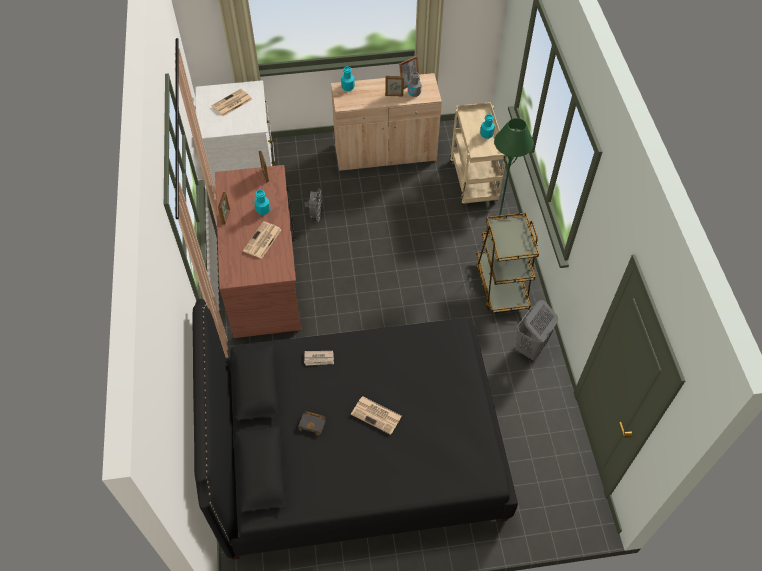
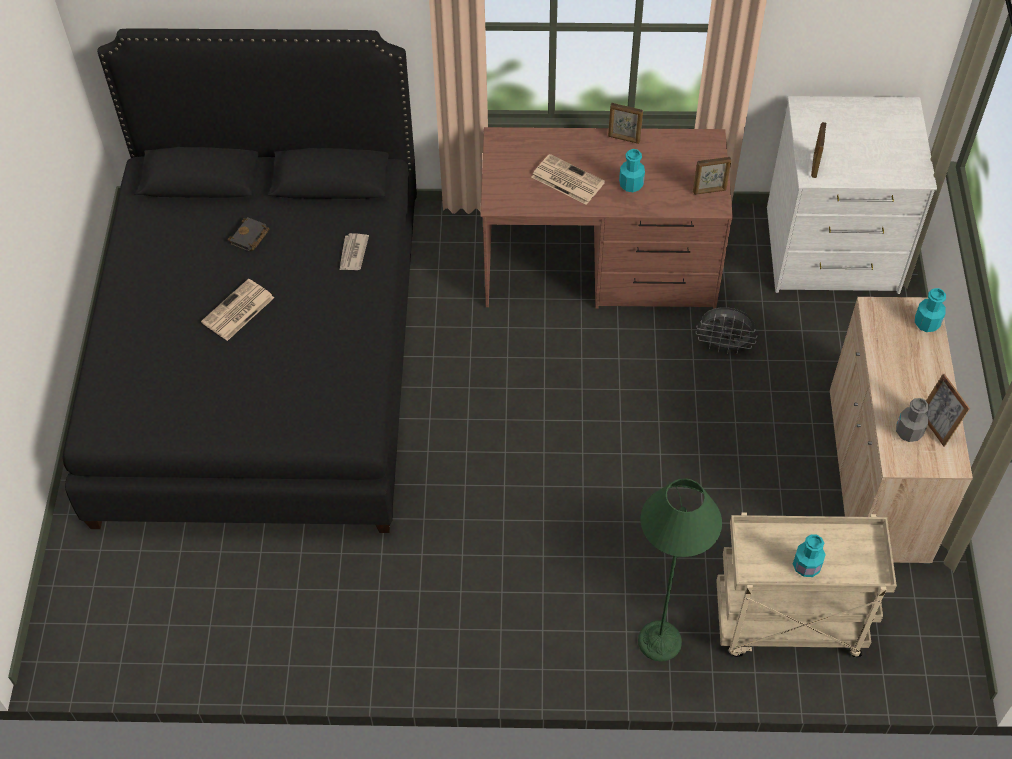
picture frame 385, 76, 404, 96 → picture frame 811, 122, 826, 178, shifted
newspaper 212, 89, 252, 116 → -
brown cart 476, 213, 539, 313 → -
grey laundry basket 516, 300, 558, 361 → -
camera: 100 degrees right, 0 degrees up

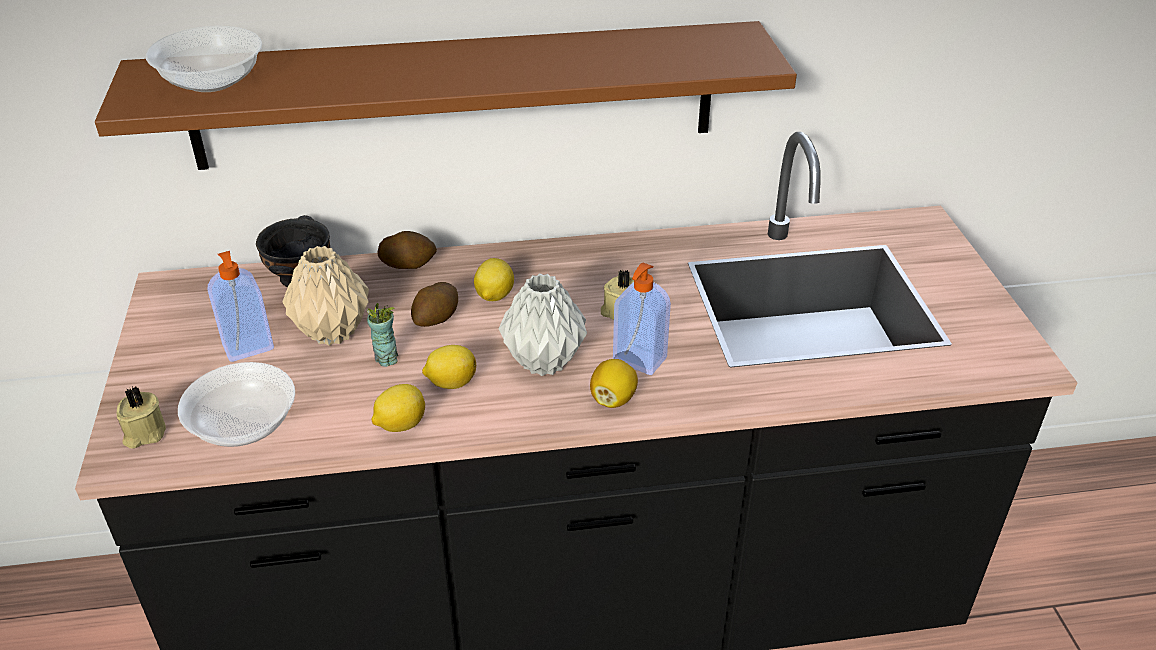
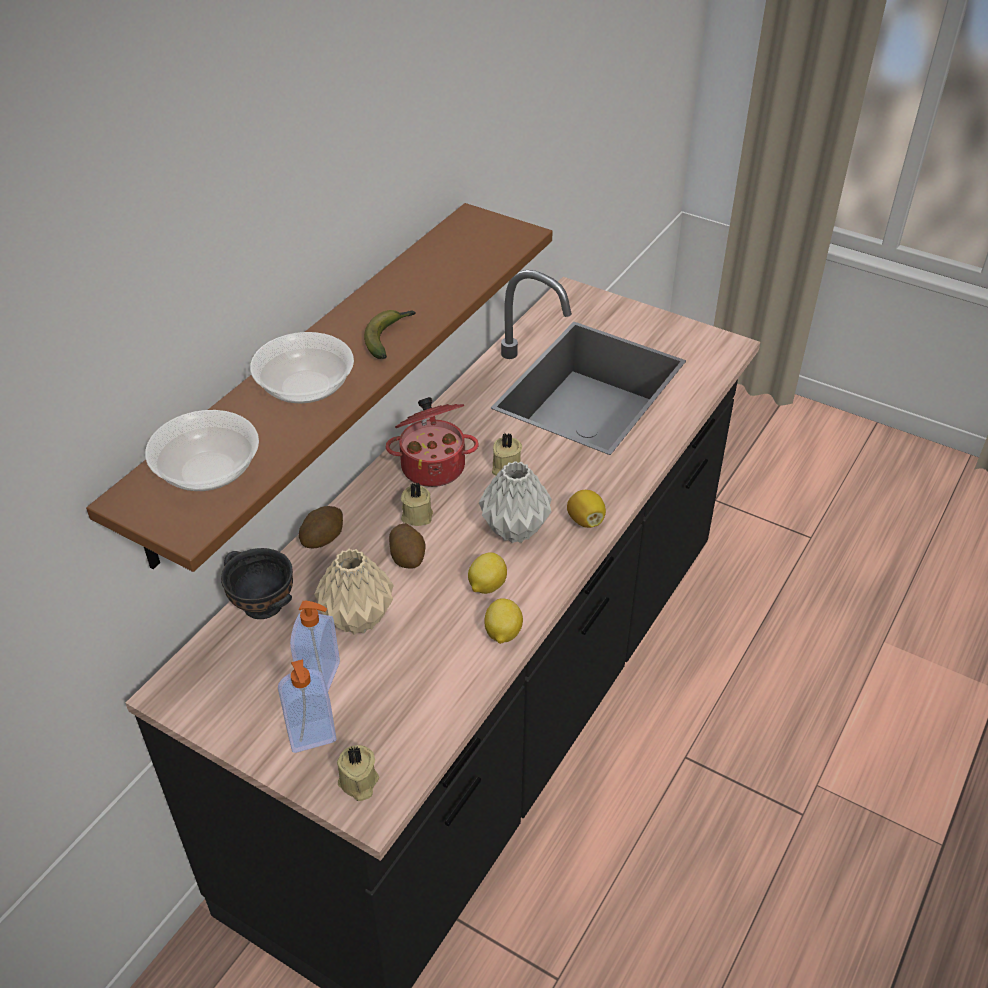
lemon 474, 258, 514, 301 → beige candle 401, 482, 433, 526
soap dispenser 613, 262, 671, 375 → soap dispenser 278, 659, 337, 753, shifted
cup 367, 303, 398, 367 → -
bowl 178, 362, 295, 447 → bowl 250, 332, 354, 403, shifted
- → banana 364, 310, 416, 359
- → cooking pot 386, 397, 479, 487
camera: 50 degrees left, 5 degrees up

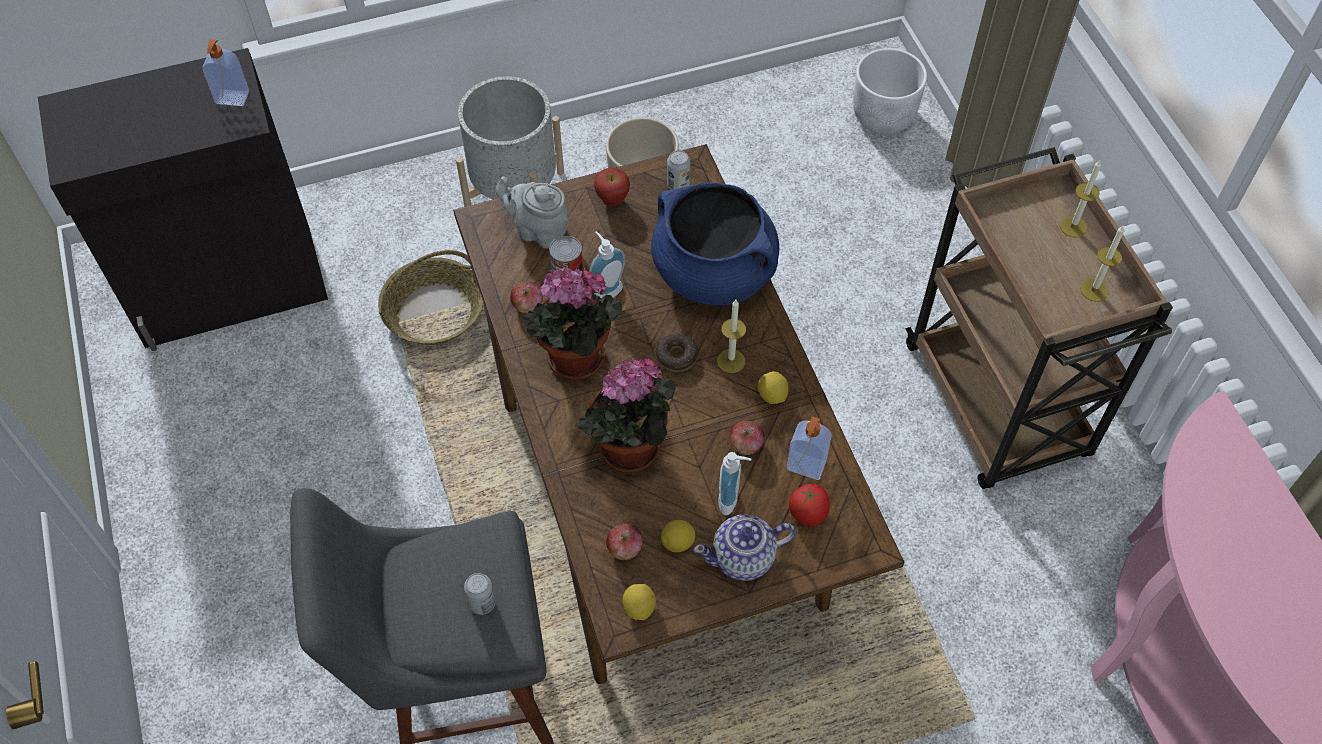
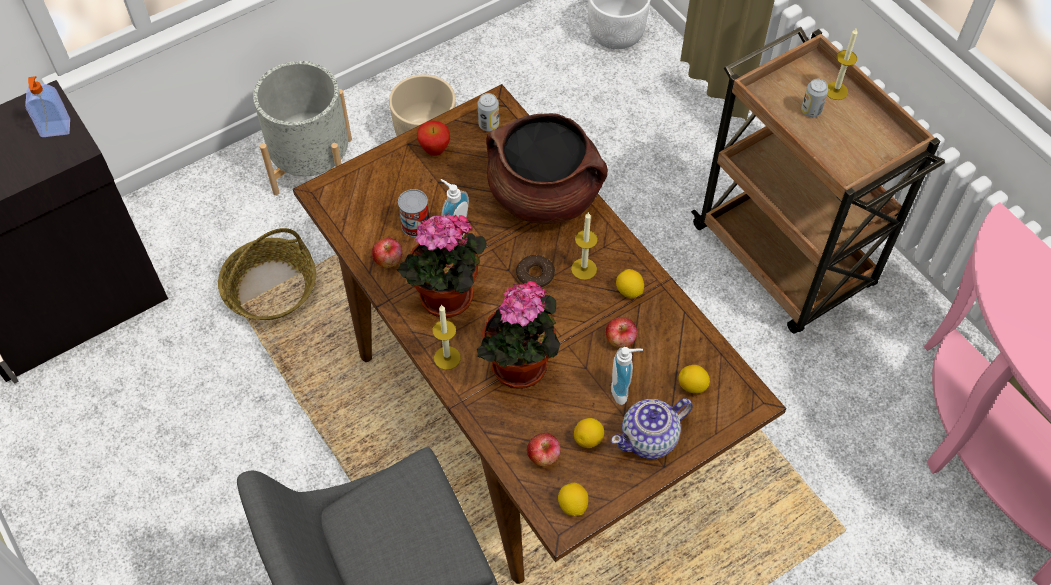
grey teapot 496, 176, 569, 248 → -
blue cooking pot 651, 183, 779, 305 → brown cooking pot 486, 113, 608, 224
candle 1081, 225, 1125, 302 → candle 432, 305, 461, 370, shifted
soap dispenser 787, 416, 832, 480 → -
tomato 789, 484, 830, 526 → lemon 679, 365, 710, 394
can 464, 573, 496, 615 → can 801, 79, 828, 117, shifted
camera: 15 degrees left, 0 degrees up

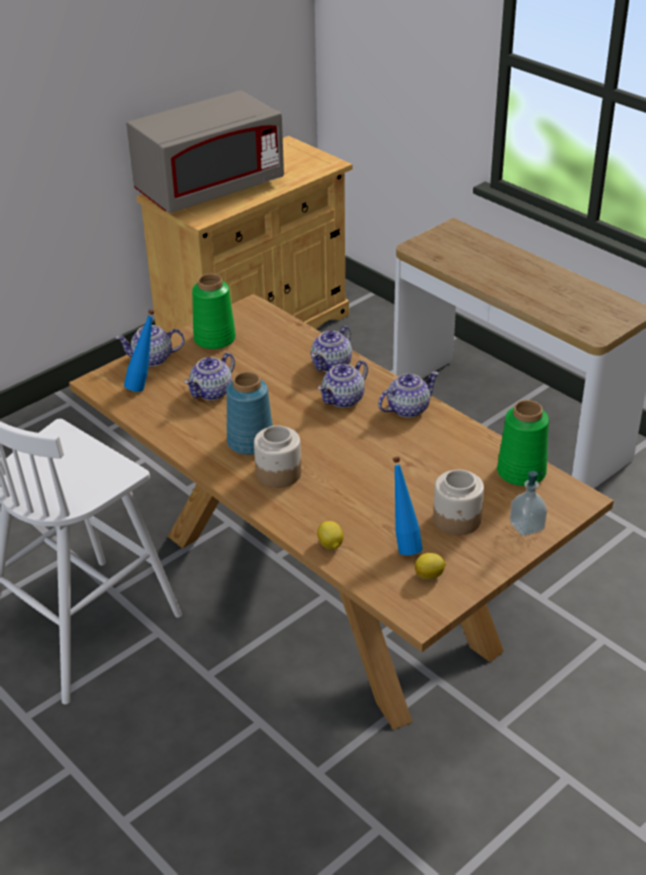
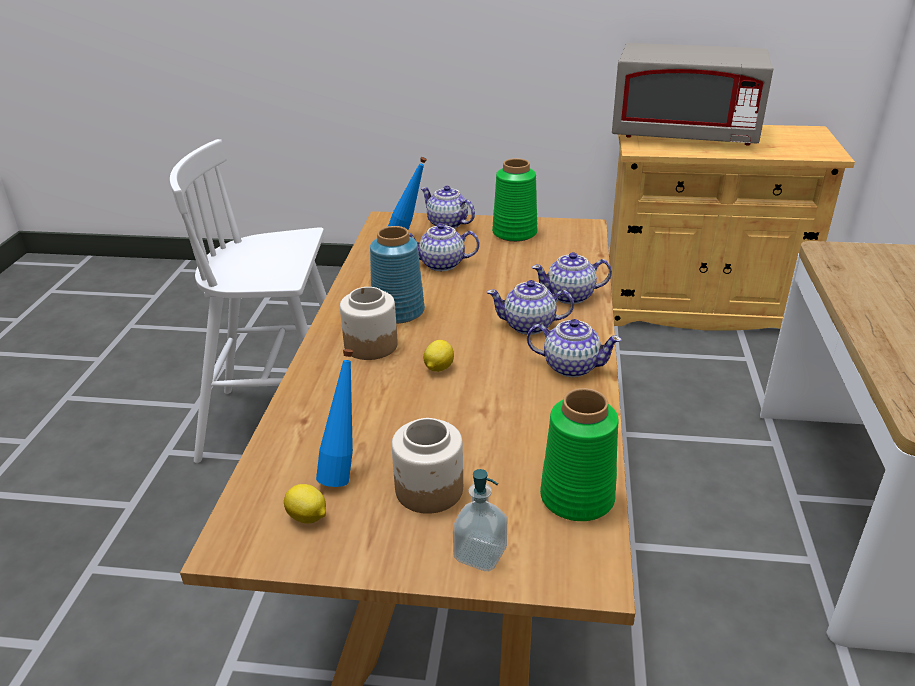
lemon 317, 521, 343, 549 → lemon 423, 340, 454, 372, shifted
camera: 50 degrees right, 5 degrees down

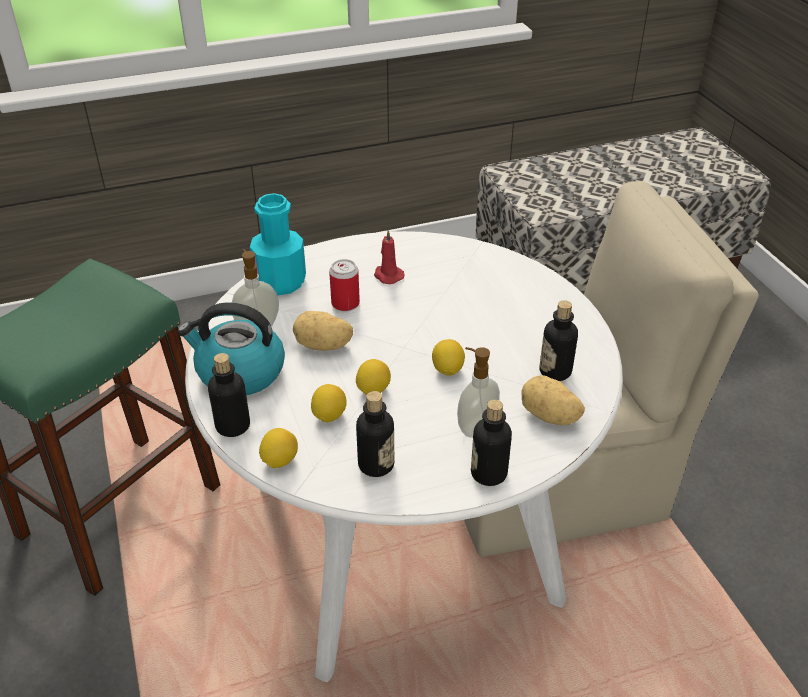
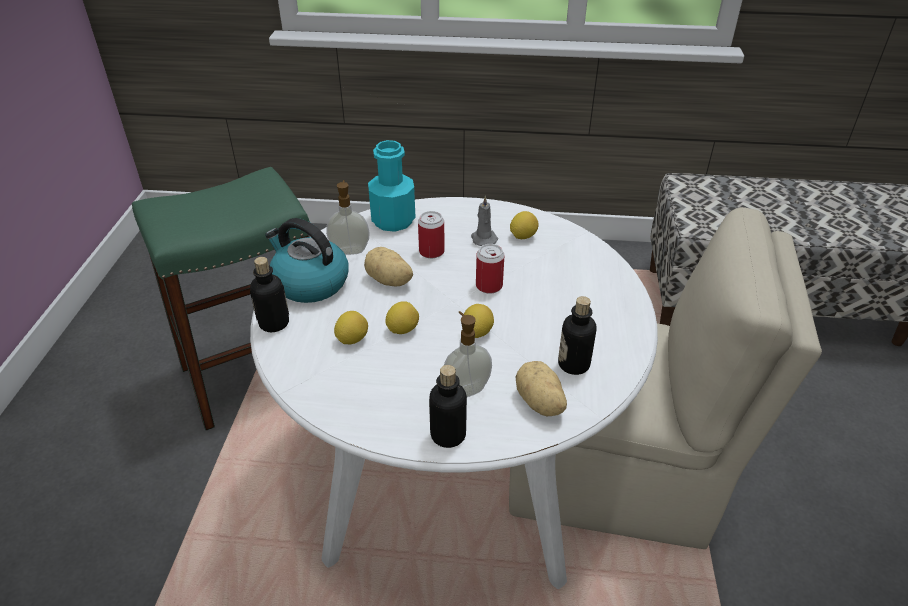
red candle 374, 230, 405, 284 → grey candle 471, 196, 498, 246
bottle 356, 391, 394, 477 → -
lemon 259, 428, 298, 468 → lemon 510, 211, 539, 239, shifted
- → can 476, 244, 504, 294
camera: 25 degrees right, 0 degrees up

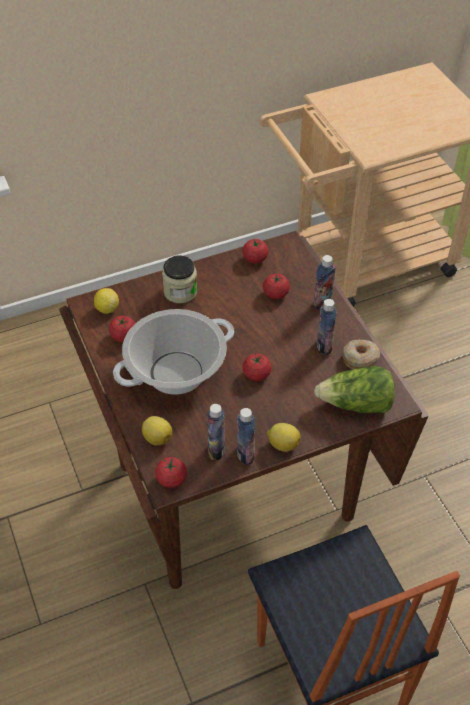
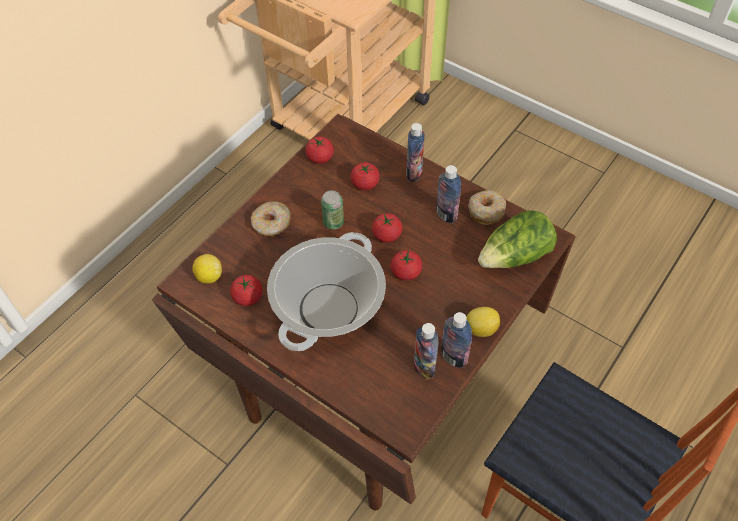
jar 162, 255, 198, 303 → donut 251, 201, 291, 236
lemon 142, 416, 173, 445 → -
tomato 155, 457, 187, 488 → tomato 372, 213, 402, 243, shifted
- → can 321, 190, 344, 230
camera: 30 degrees left, 5 degrees up

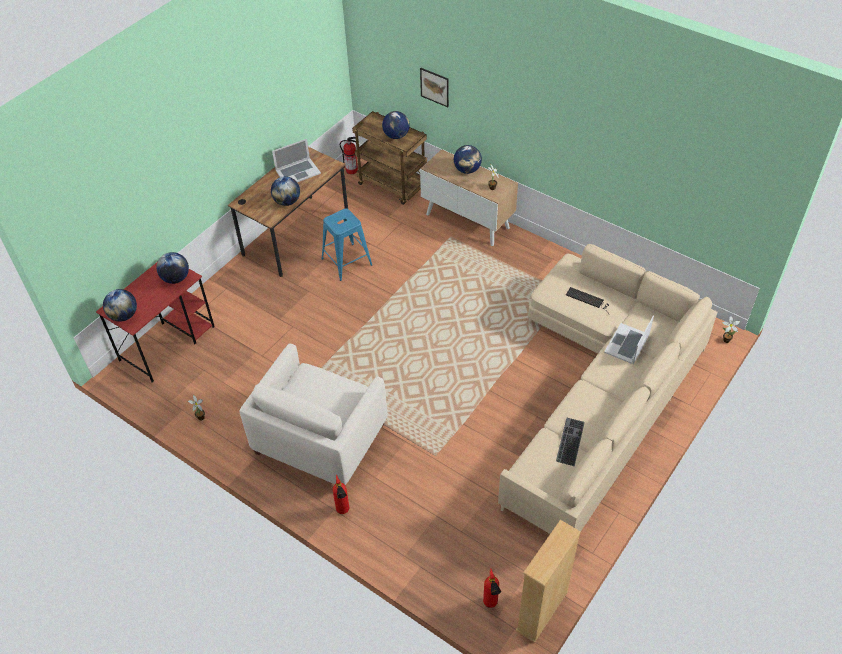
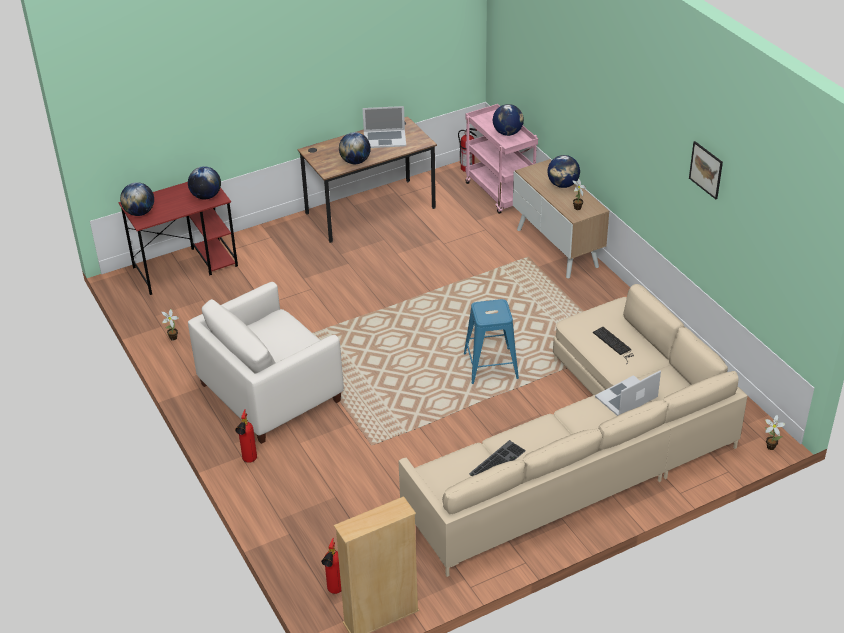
picture 420, 68, 449, 107 → picture 689, 141, 723, 199, shifted
brown cart 352, 111, 427, 205 → pink cart 465, 104, 538, 214
blue stool 322, 208, 373, 281 → blue stool 464, 299, 519, 384, shifted
camera: 25 degrees right, 10 degrees down

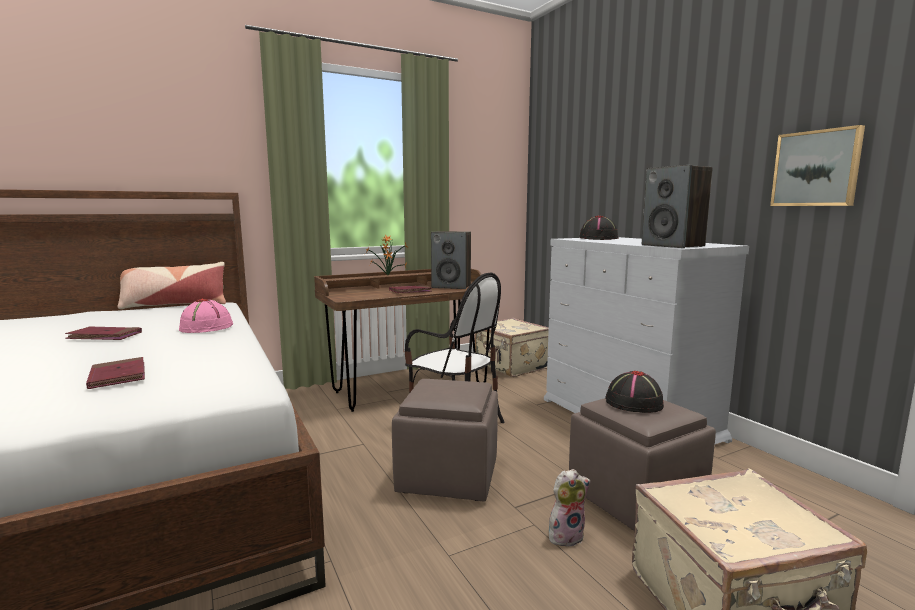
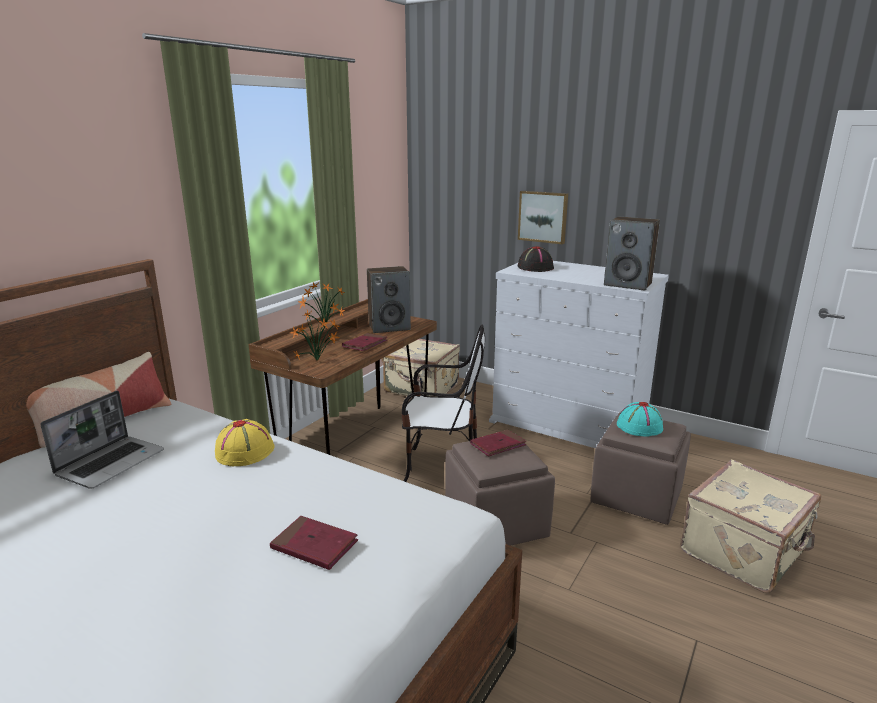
picture 770, 125, 865, 206 → picture 518, 191, 568, 244, shifted
pink hat 179, 299, 233, 333 → yellow hat 215, 419, 275, 466
red book 65, 327, 142, 340 → red book 470, 429, 526, 456, shifted
black hat 605, 371, 664, 413 → turquoise hat 617, 402, 663, 436
plush toy 549, 469, 591, 547 → -
- → potted plant 290, 312, 341, 361
- → laptop 40, 391, 164, 489
camera: 30 degrees left, 10 degrees up

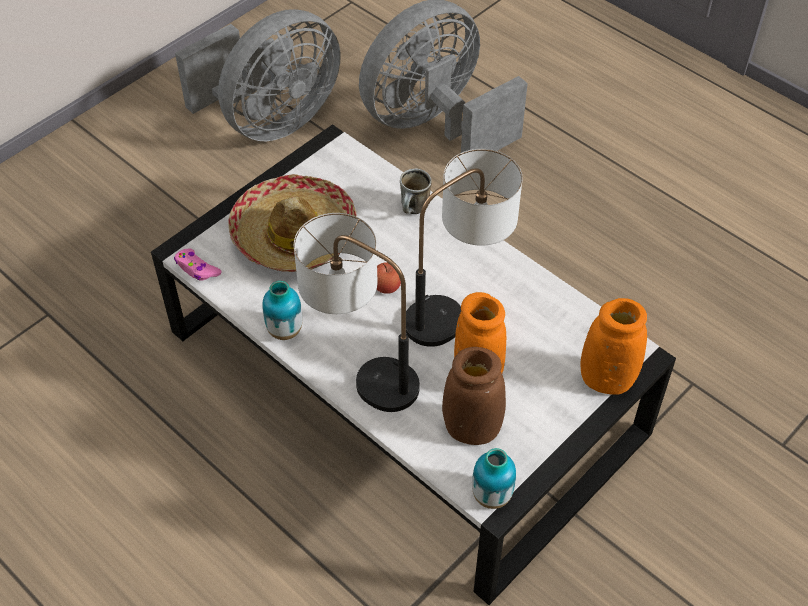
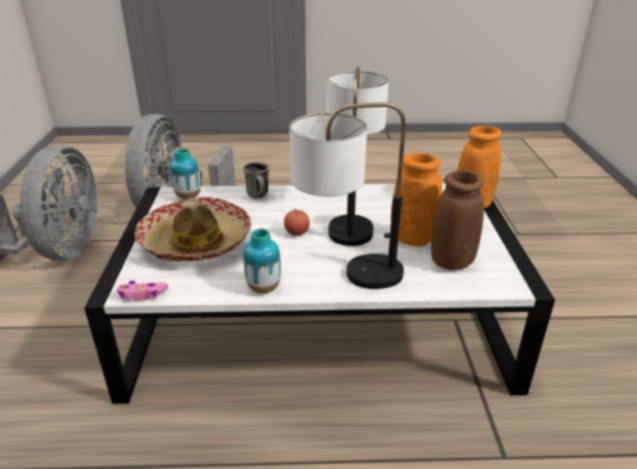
vase 472, 448, 516, 509 → vase 170, 148, 201, 199, shifted
camera: 45 degrees left, 20 degrees down

